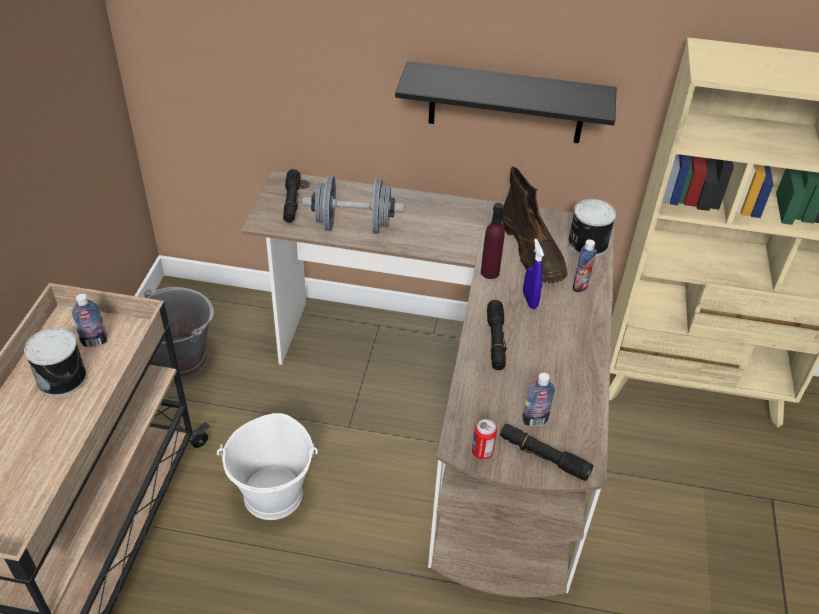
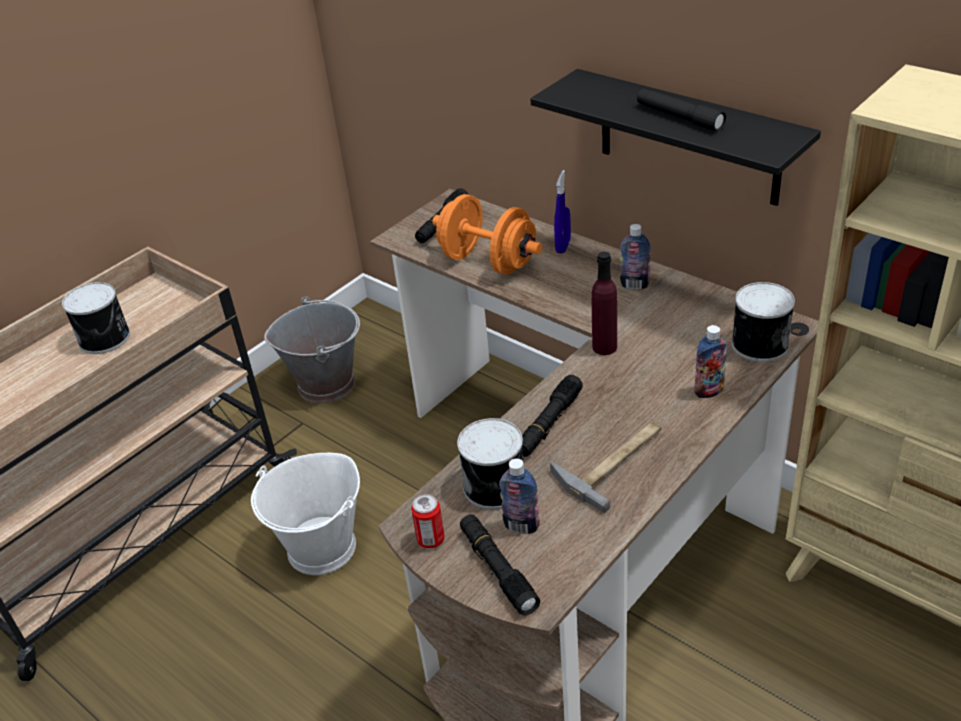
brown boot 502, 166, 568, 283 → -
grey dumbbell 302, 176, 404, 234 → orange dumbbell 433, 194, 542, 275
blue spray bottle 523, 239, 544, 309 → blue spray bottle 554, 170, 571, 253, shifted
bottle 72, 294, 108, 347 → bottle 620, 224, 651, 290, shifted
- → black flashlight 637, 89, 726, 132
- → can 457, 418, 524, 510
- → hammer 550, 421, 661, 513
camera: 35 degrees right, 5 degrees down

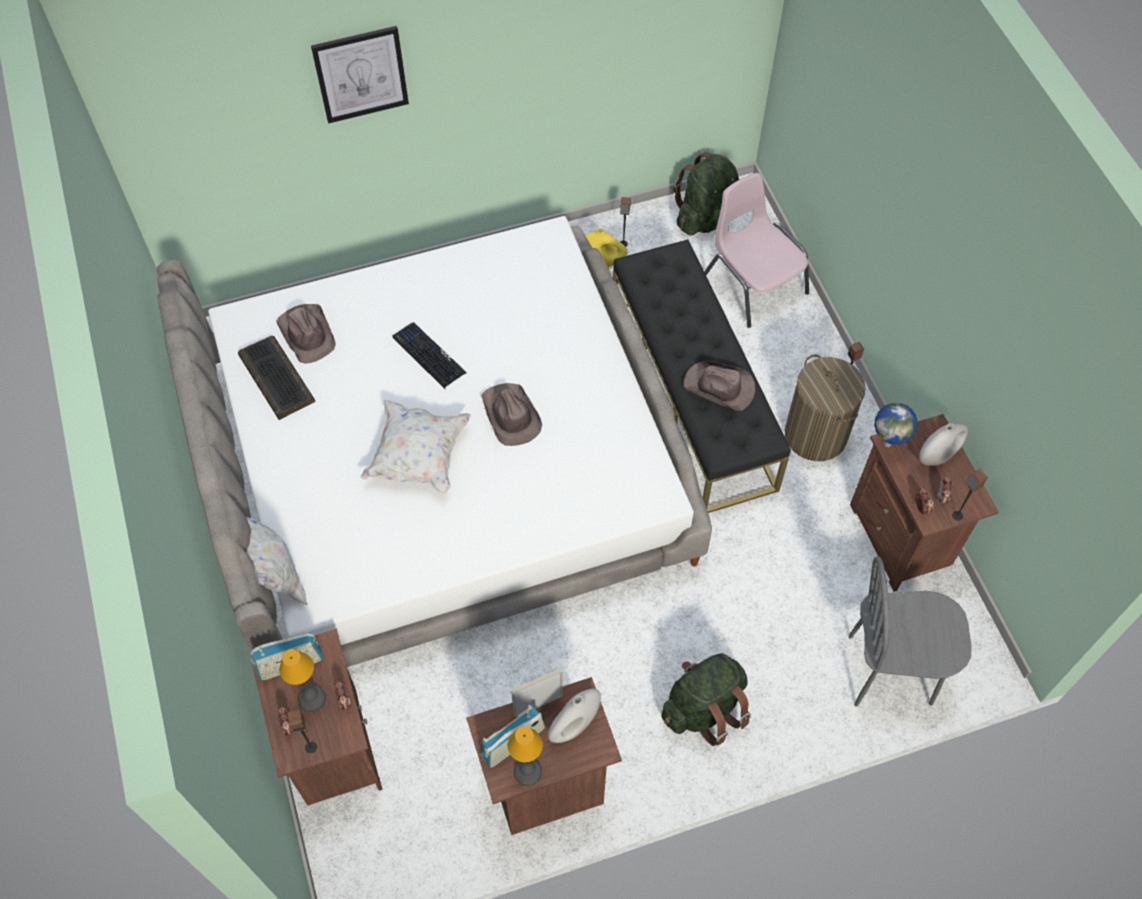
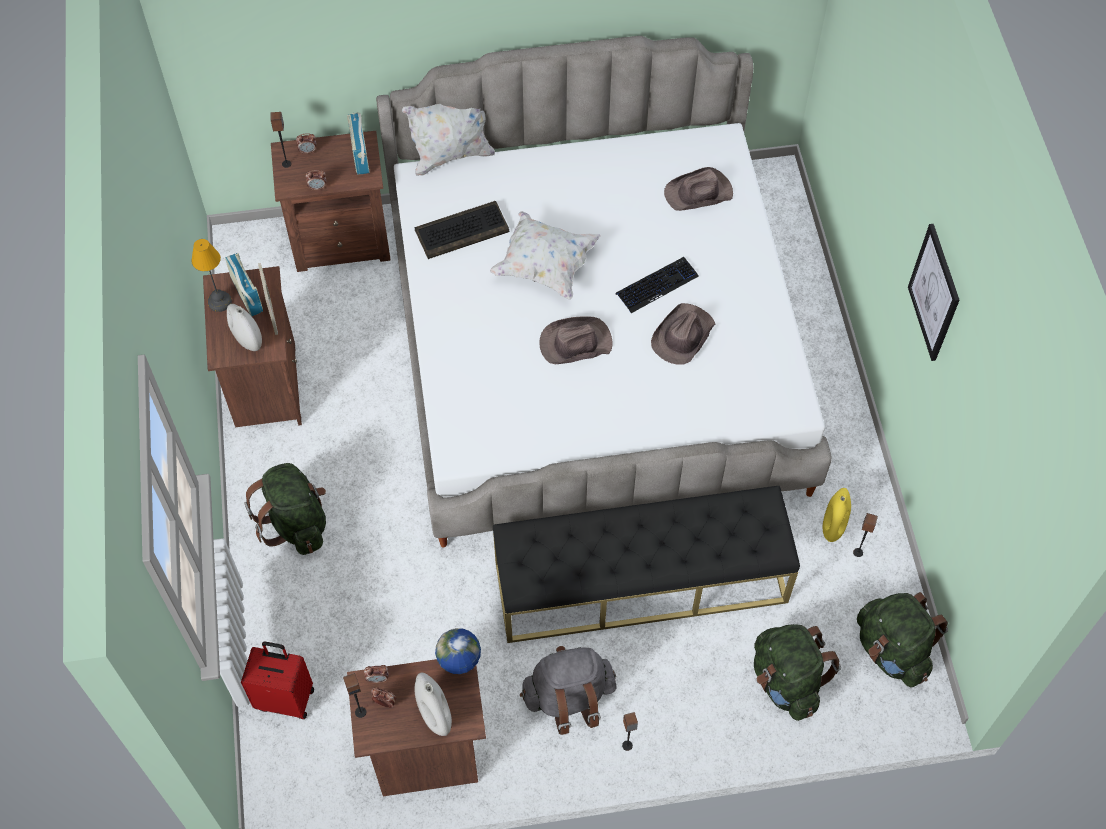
picture 311, 26, 409, 123 → picture 908, 224, 960, 361, shifted
pink chair 704, 173, 809, 328 → green backpack 754, 624, 841, 721
keyboard 238, 336, 315, 420 → keyboard 415, 201, 509, 259, shifted
laundry basket 784, 354, 866, 461 → grey backpack 520, 646, 617, 735
brown hat 684, 361, 755, 411 → brown hat 651, 303, 715, 365, shifted
grey chair 849, 556, 971, 707 → red suitcase 241, 641, 314, 719
table lamp 280, 649, 326, 712 → -
camera: 100 degrees right, 0 degrees up

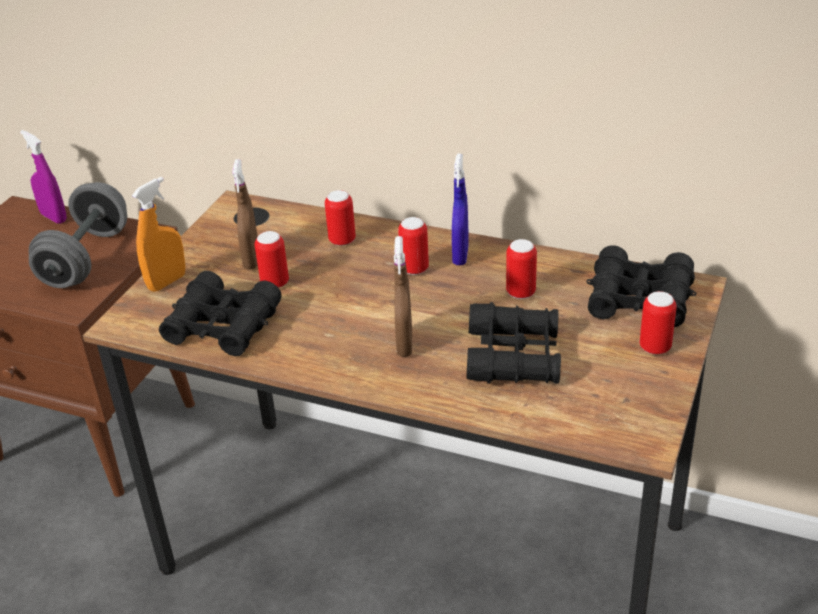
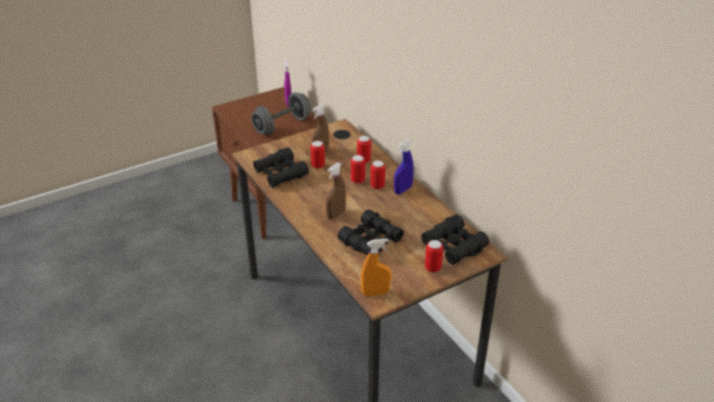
orange spray bottle 132, 177, 185, 292 → orange spray bottle 361, 238, 391, 297, shifted
can 506, 239, 537, 299 → can 351, 155, 365, 184, shifted
camera: 35 degrees right, 0 degrees up

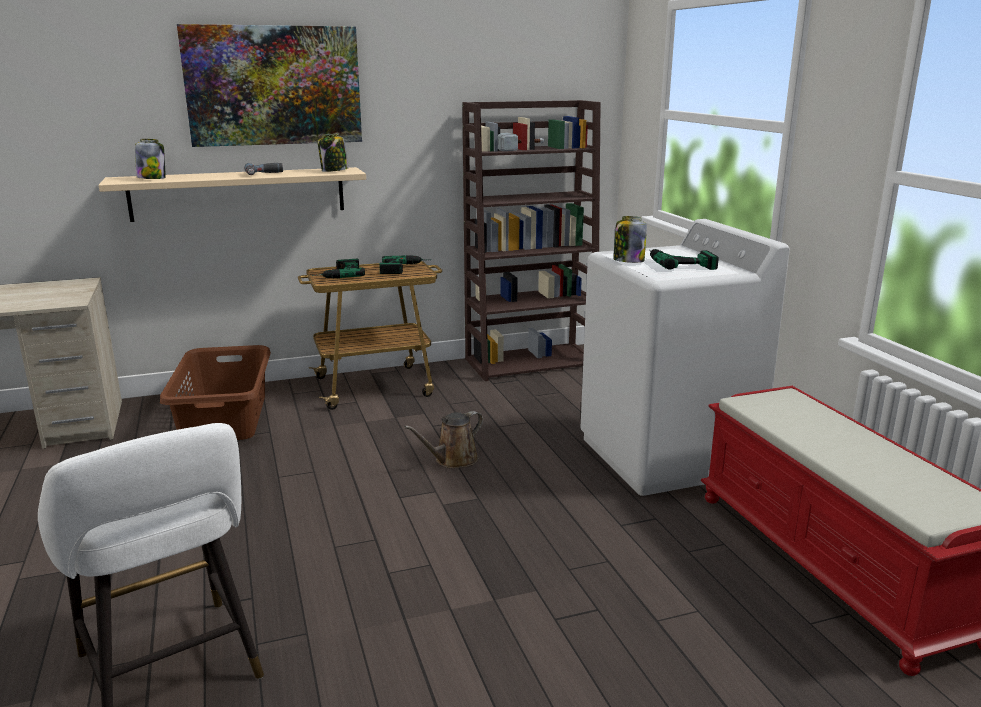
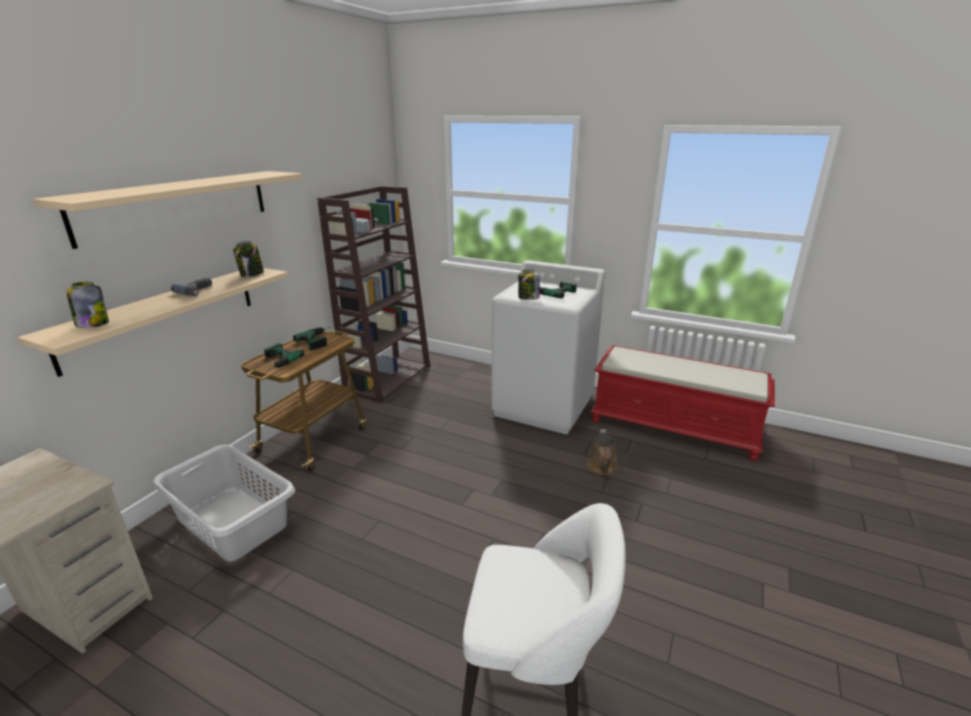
picture 177, 24, 362, 147 → beige shelf 33, 171, 303, 249
brown laundry basket 160, 345, 271, 440 → grey laundry basket 153, 445, 295, 561
brown watering can 404, 411, 483, 468 → brown watering can 587, 429, 618, 475, shifted
camera: 45 degrees left, 5 degrees up

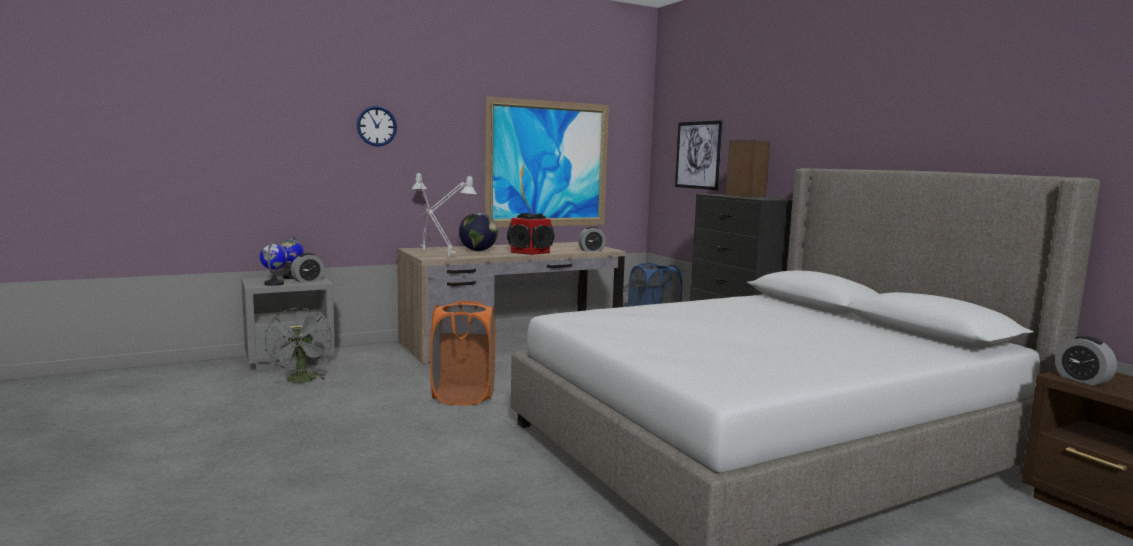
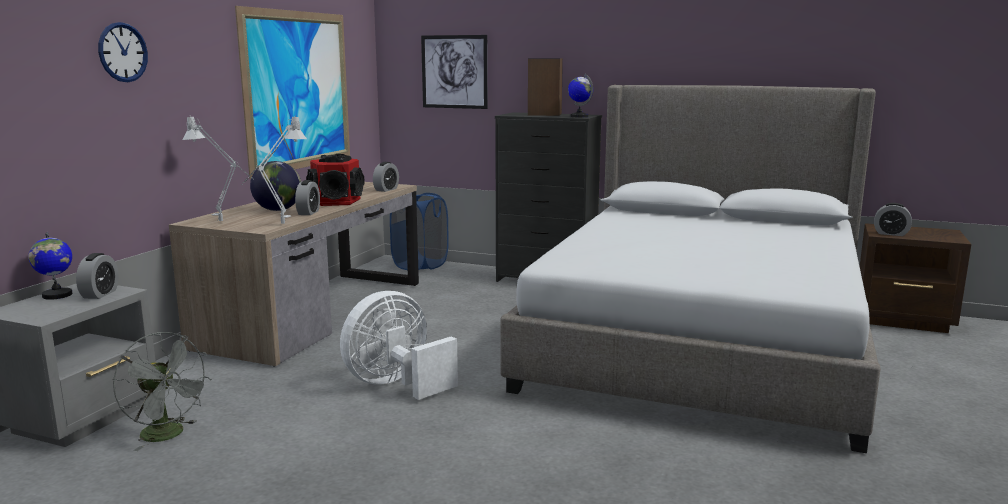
globe 260, 241, 287, 286 → globe 568, 74, 593, 117, shifted
orange laundry basket 430, 301, 495, 405 → white fan 340, 291, 458, 400
- → alarm clock 295, 180, 320, 215
camera: 40 degrees left, 5 degrees up

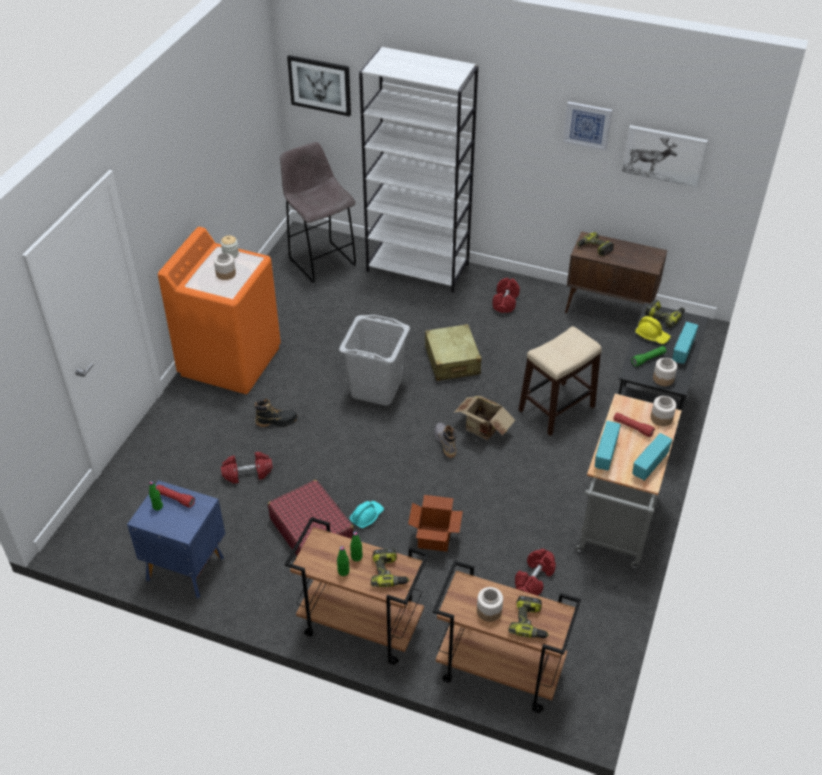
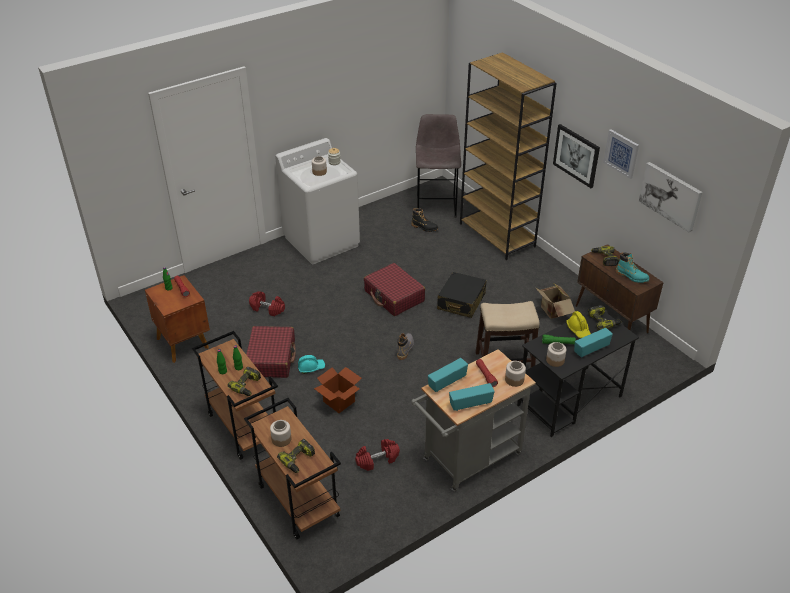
white bookcase 359, 47, 478, 293 → brown bookcase 460, 52, 557, 260
picture 287, 55, 351, 117 → picture 553, 124, 600, 188, shifted
orange washing machine 158, 227, 281, 394 → white washing machine 275, 138, 360, 264
red dumbbell 492, 278, 520, 313 → -
grey laundry basket 339, 315, 410, 406 → red suitcase 364, 263, 425, 316
beige suitcase 425, 324, 481, 381 → black suitcase 437, 272, 486, 318
cardboard box 454, 396, 515, 440 → cardboard box 536, 283, 575, 319, shifted
black boot 255, 399, 298, 427 → black boot 411, 208, 438, 232, shifted
blue nightstand 127, 480, 225, 598 → brown nightstand 145, 275, 210, 363
- → turquoise boot 616, 252, 649, 283
camera: 35 degrees right, 5 degrees down

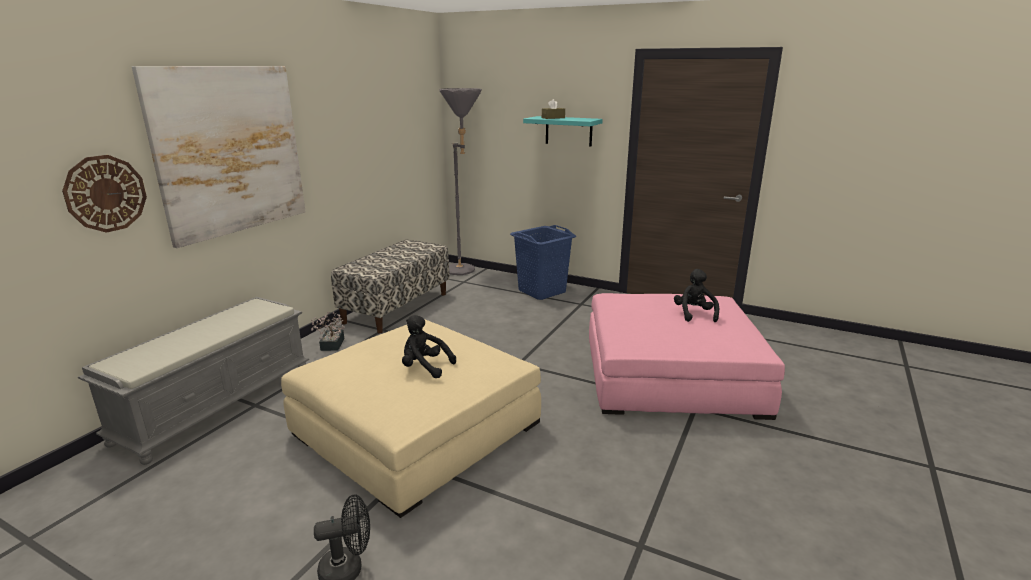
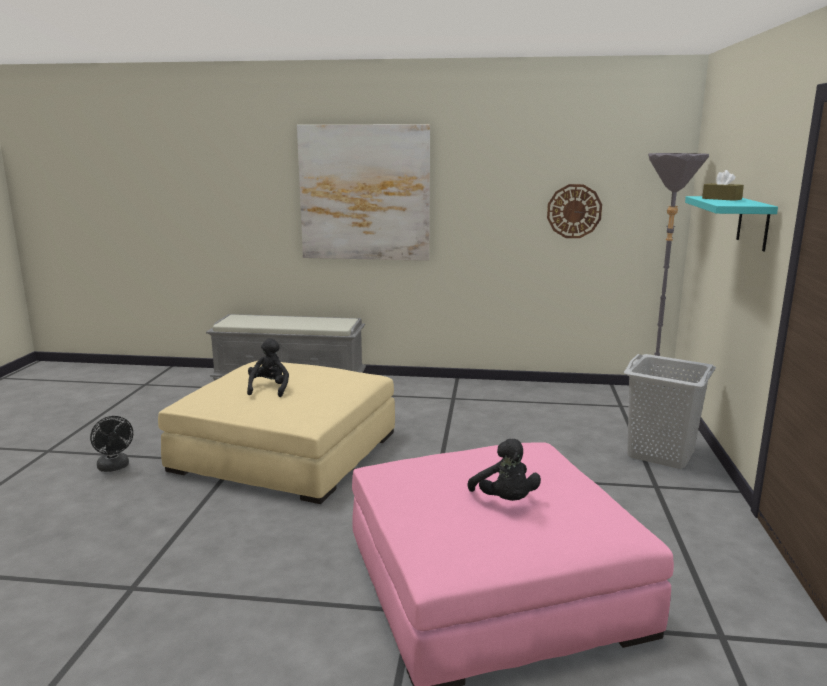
wall clock 62, 155, 147, 233 → wall clock 547, 184, 602, 238, shifted
blue laundry basket 510, 225, 576, 300 → grey laundry basket 624, 354, 716, 469
bench 331, 239, 450, 334 → -
black plush toy 674, 269, 719, 322 → black plush toy 467, 439, 541, 501, 90 degrees clockwise
potted plant 311, 312, 345, 351 → -
camera: 70 degrees right, 5 degrees down

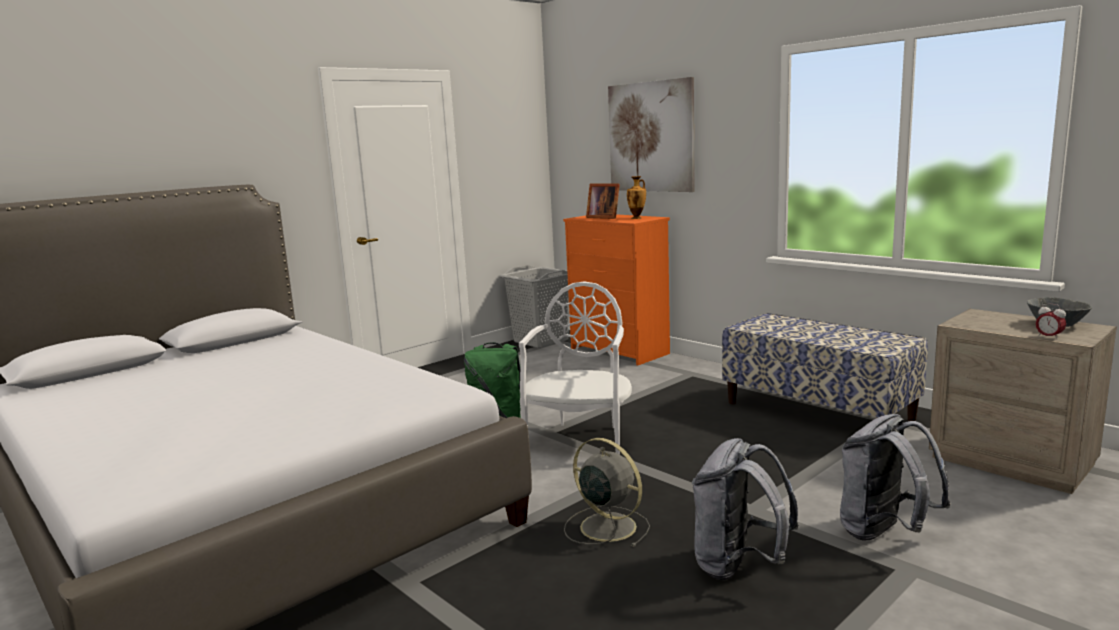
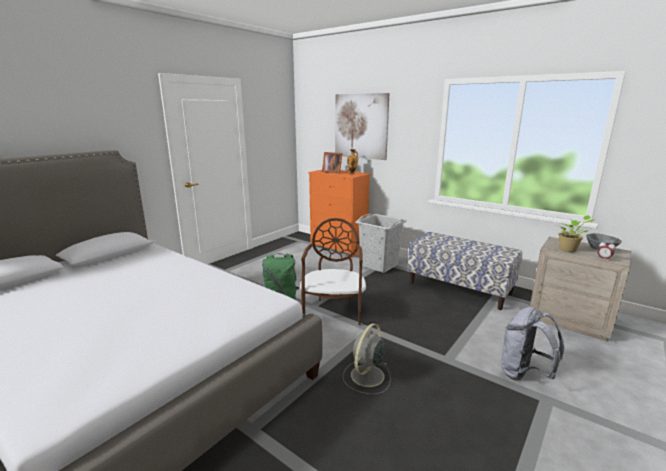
grey laundry basket 500, 265, 569, 348 → grey laundry basket 356, 213, 407, 273, shifted
white chair 519, 281, 632, 455 → brown chair 300, 218, 366, 325
grey fan 564, 438, 650, 547 → grey fan 343, 323, 391, 394, 90 degrees counterclockwise
grey backpack 692, 438, 799, 580 → -
- → potted plant 556, 215, 594, 252
camera: 10 degrees left, 5 degrees up

